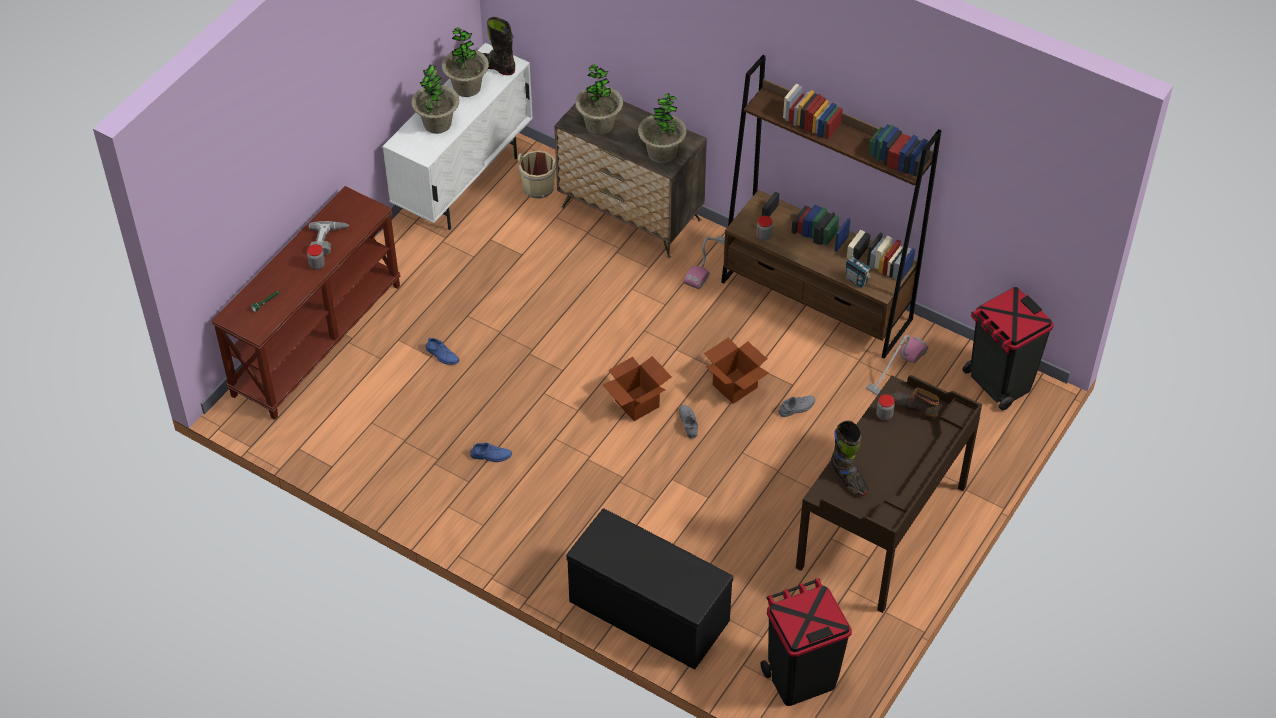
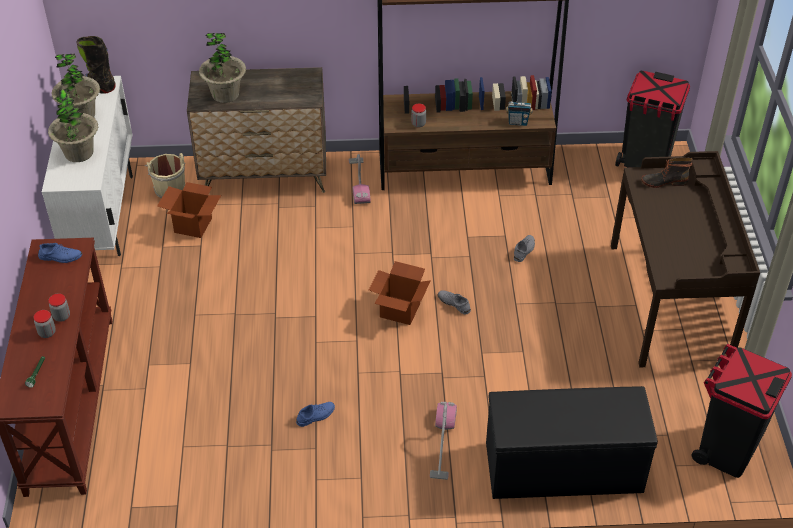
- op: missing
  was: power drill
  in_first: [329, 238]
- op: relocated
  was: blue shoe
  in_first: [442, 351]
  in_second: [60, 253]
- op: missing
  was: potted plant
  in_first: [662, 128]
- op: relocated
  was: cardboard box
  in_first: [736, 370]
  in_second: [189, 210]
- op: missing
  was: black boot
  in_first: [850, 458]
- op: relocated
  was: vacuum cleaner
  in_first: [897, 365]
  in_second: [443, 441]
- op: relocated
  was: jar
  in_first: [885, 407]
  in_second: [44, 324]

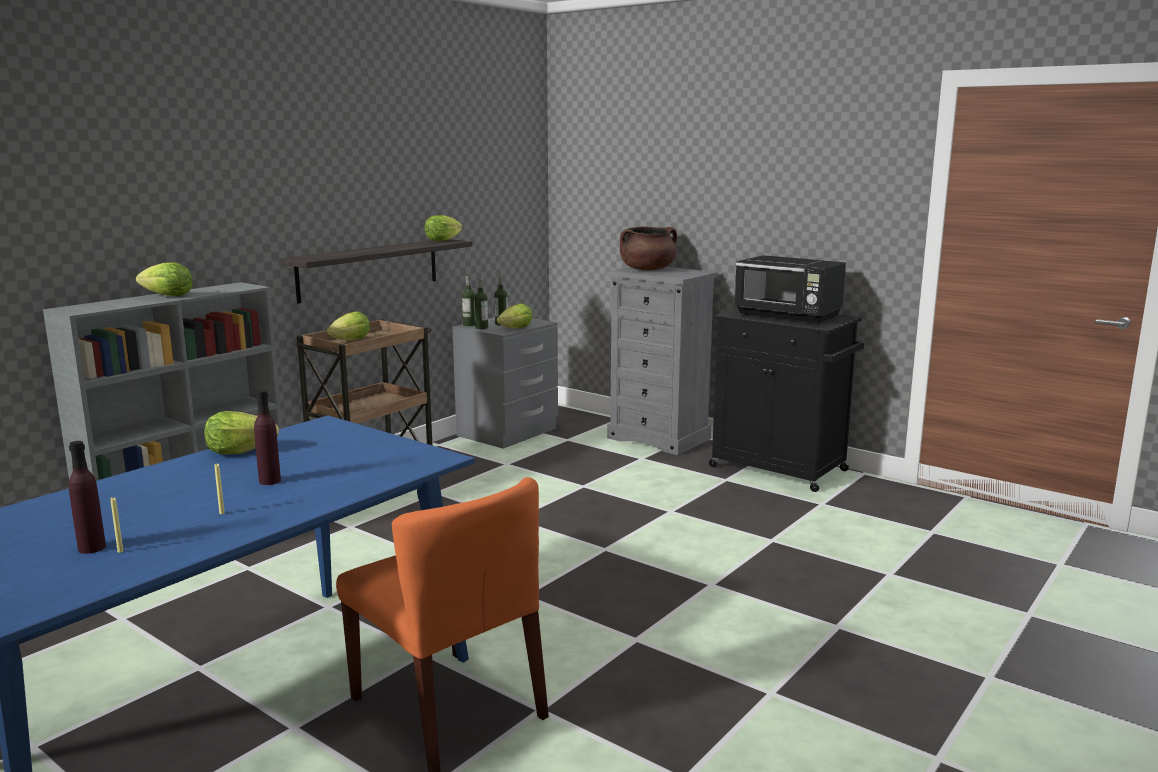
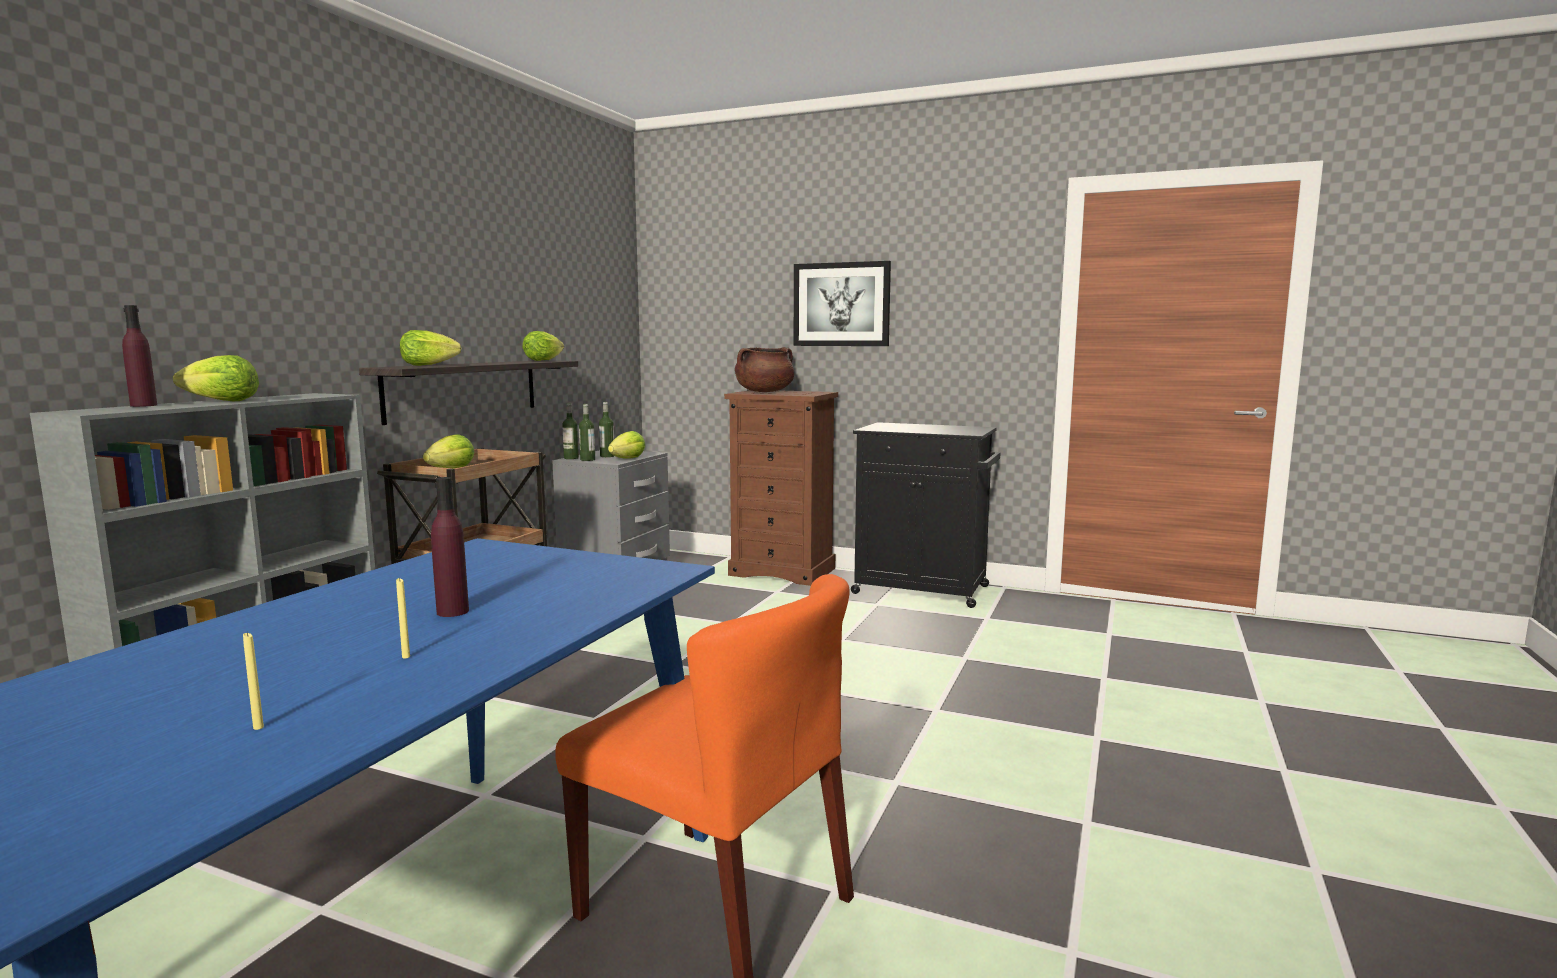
- op: relocated
  was: purple bottle
  in_first: [87, 497]
  in_second: [139, 356]
- op: relocated
  was: lettuce
  in_first: [241, 432]
  in_second: [430, 348]
- op: colour
  was: grey dresser
  now: brown dresser
  in_first: [662, 361]
  in_second: [781, 488]
- op: missing
  was: black microwave
  in_first: [790, 289]
- op: appeared
  now: picture
  in_second: [842, 303]

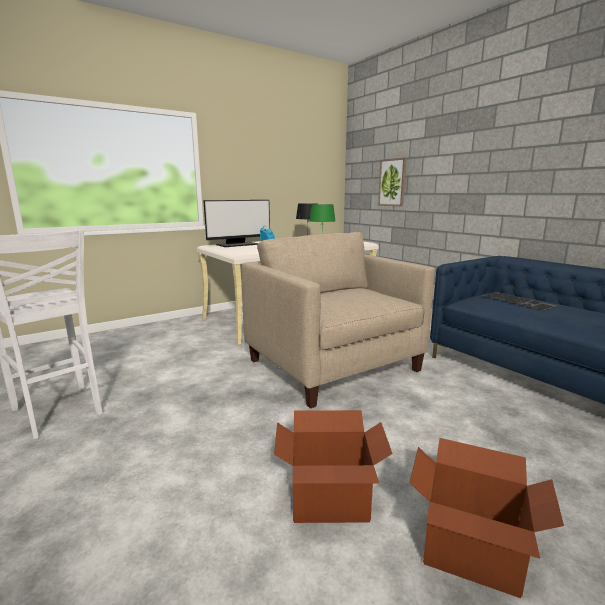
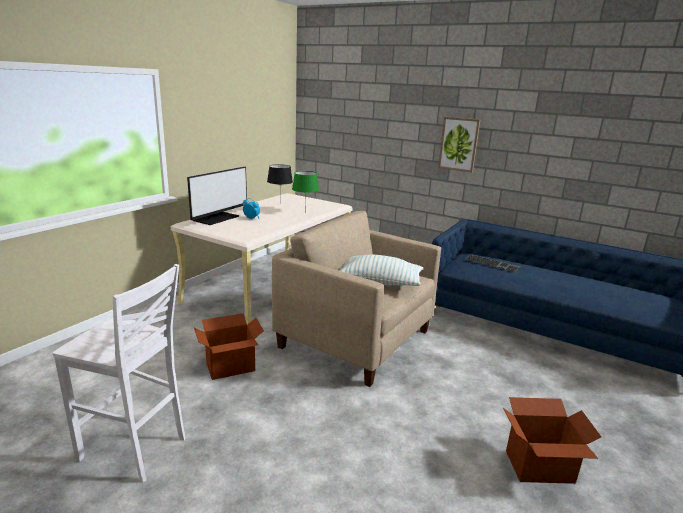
- op: relocated
  was: cardboard box
  in_first: [333, 466]
  in_second: [229, 346]
- op: relocated
  was: picture
  in_first: [392, 182]
  in_second: [459, 144]
- op: appeared
  now: pillow
  in_second: [381, 270]

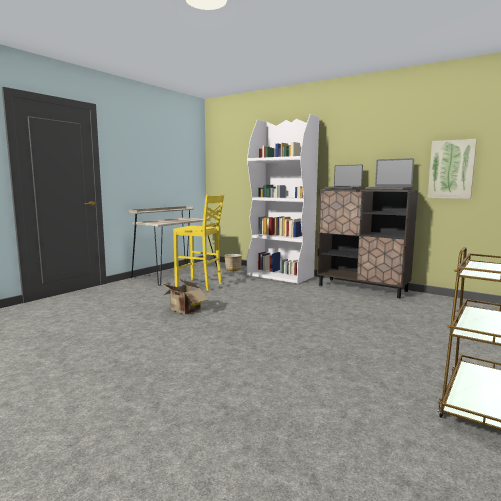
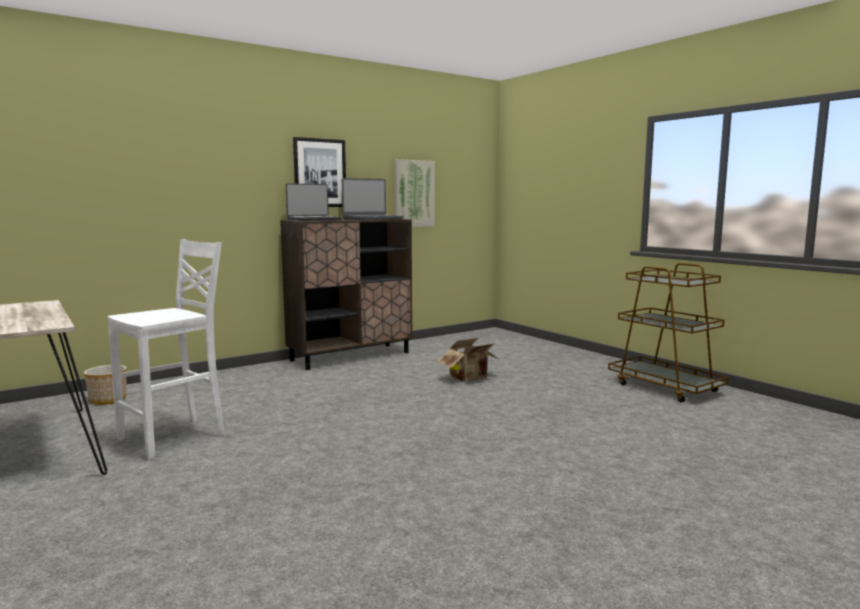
- op: relocated
  was: cardboard box
  in_first: [185, 296]
  in_second: [468, 360]
- op: colour
  was: yellow stool
  now: white stool
  in_first: [198, 242]
  in_second: [166, 349]
- op: missing
  was: white bookcase
  in_first: [283, 199]
- op: appeared
  now: picture
  in_second: [319, 172]

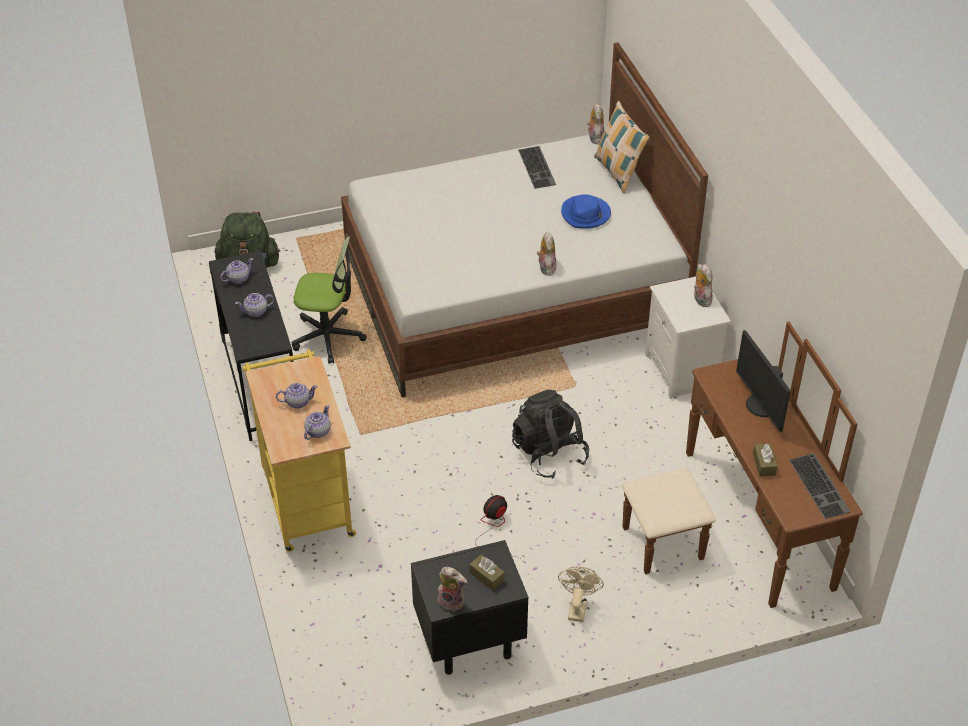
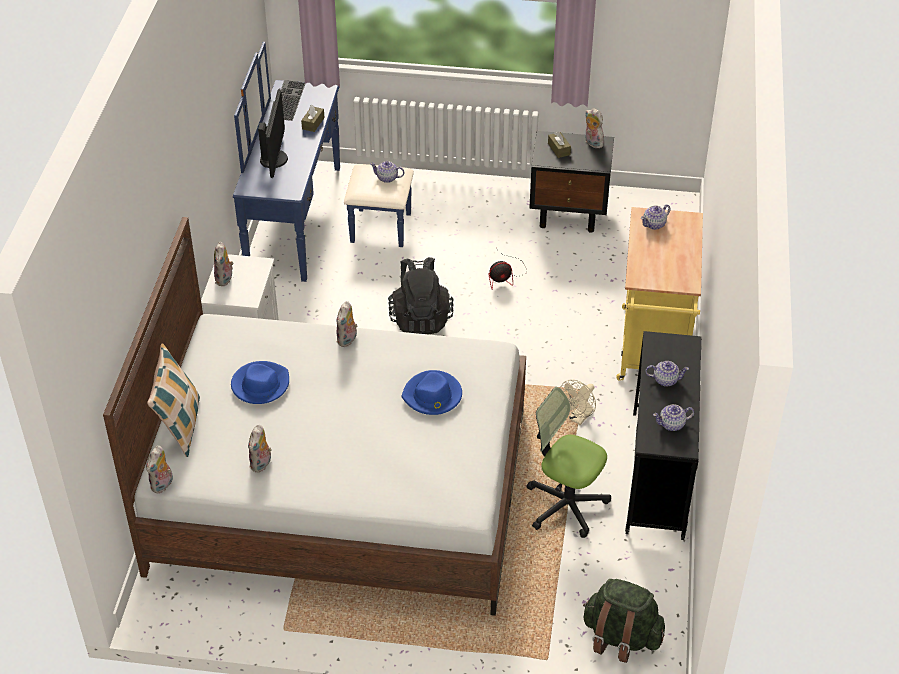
- op: relocated
  was: teapot
  in_first: [297, 395]
  in_second: [387, 172]
- op: exchanged
  was: keyboard
  now: plush toy
  in_first: [537, 167]
  in_second: [260, 449]
- op: relocated
  was: beige fan
  in_first: [581, 594]
  in_second: [578, 402]
- op: colour
  was: brown dresser
  now: blue dresser
  in_first: [742, 465]
  in_second: [323, 162]
- op: appeared
  now: blue hat
  in_second: [432, 392]

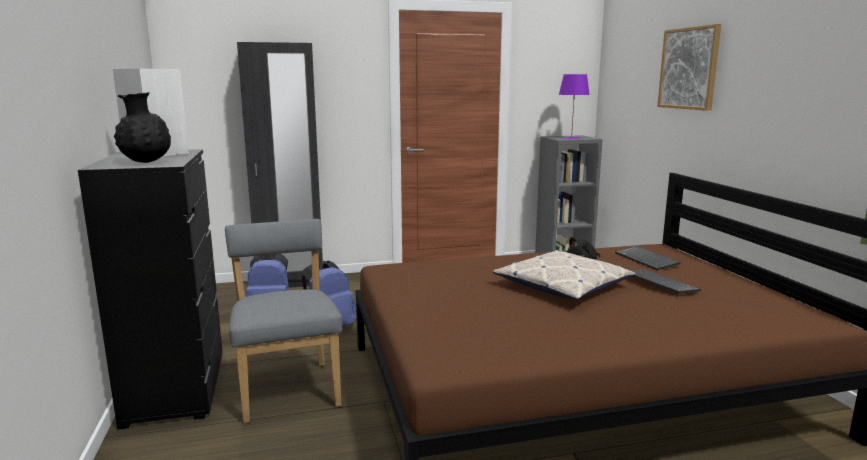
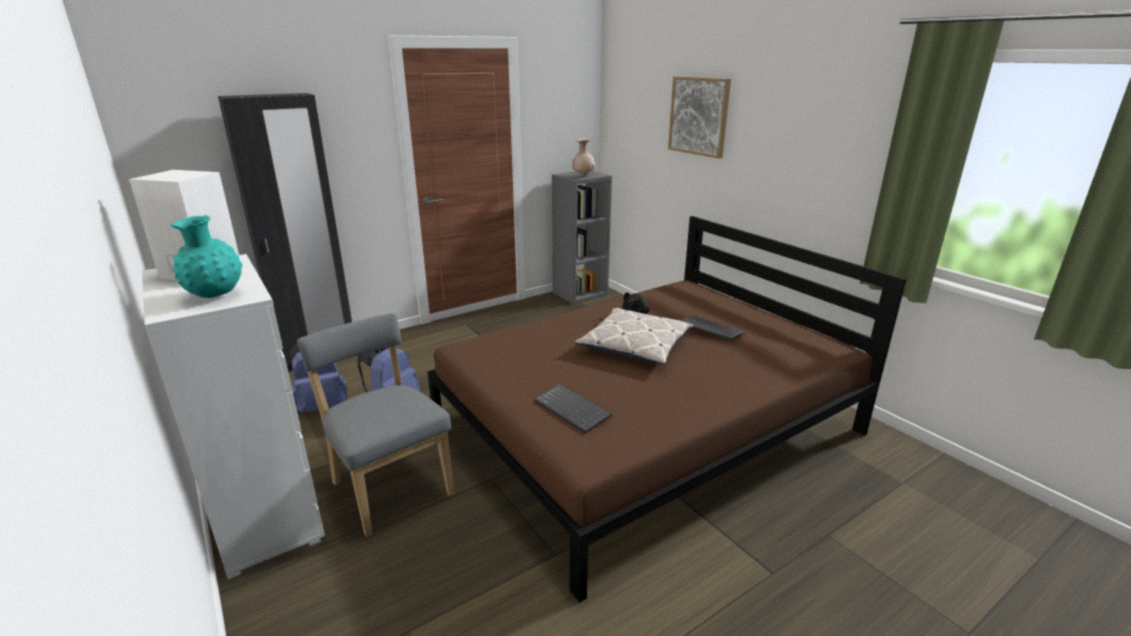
- op: colour
  was: black dresser
  now: white dresser
  in_first: [150, 289]
  in_second: [233, 416]
- op: colour
  was: black vase
  now: turquoise vase
  in_first: [142, 127]
  in_second: [207, 256]
- op: exchanged
  was: purple table lamp
  now: beige vase
  in_first: [574, 106]
  in_second: [583, 157]
- op: relocated
  was: keyboard
  in_first: [648, 258]
  in_second: [573, 408]

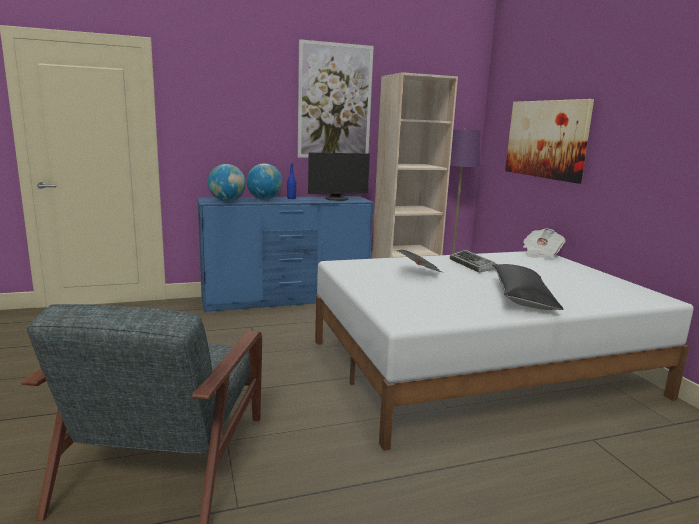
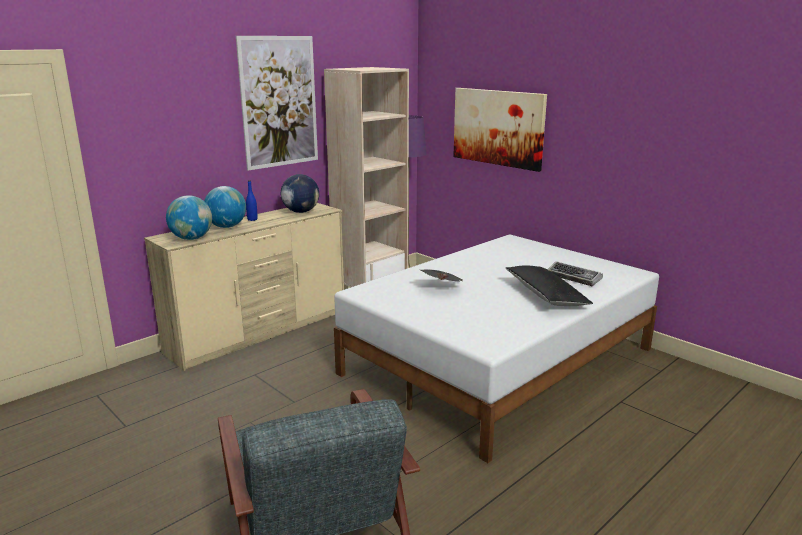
- op: colour
  was: blue dresser
  now: beige dresser
  in_first: [285, 254]
  in_second: [244, 287]
- op: exchanged
  was: monitor
  now: globe
  in_first: [339, 177]
  in_second: [300, 193]
- op: relocated
  was: keyboard
  in_first: [473, 261]
  in_second: [575, 273]
- op: missing
  was: newspaper
  in_first: [544, 243]

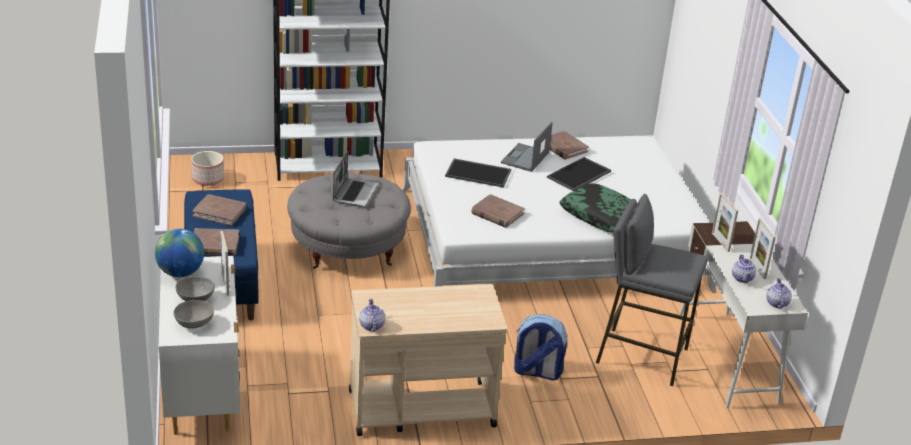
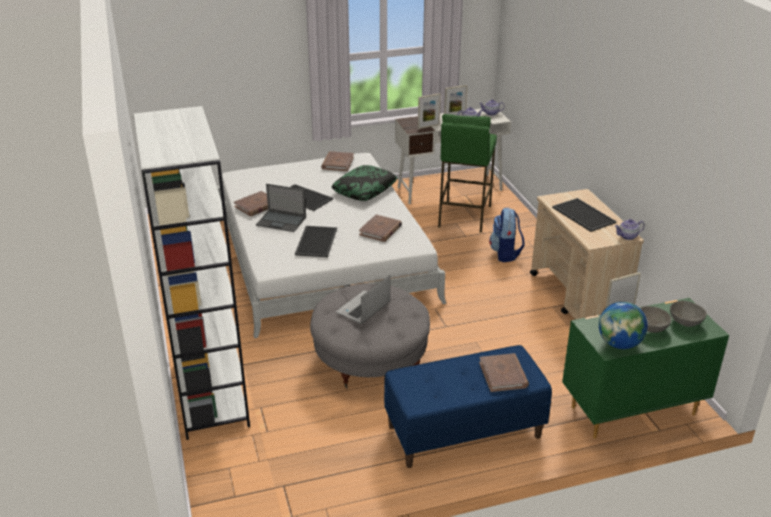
- op: colour
  was: white dresser
  now: green dresser
  in_first: [199, 345]
  in_second: [645, 368]
- op: missing
  was: planter
  in_first: [207, 168]
- op: relocated
  was: brown book
  in_first: [219, 210]
  in_second: [337, 161]
- op: spun
  was: laptop
  in_first: [355, 179]
  in_second: [363, 299]
  clockwise: -60
- op: colour
  was: grey stool
  now: green stool
  in_first: [652, 290]
  in_second: [467, 173]
- op: appeared
  now: tray
  in_second: [584, 215]

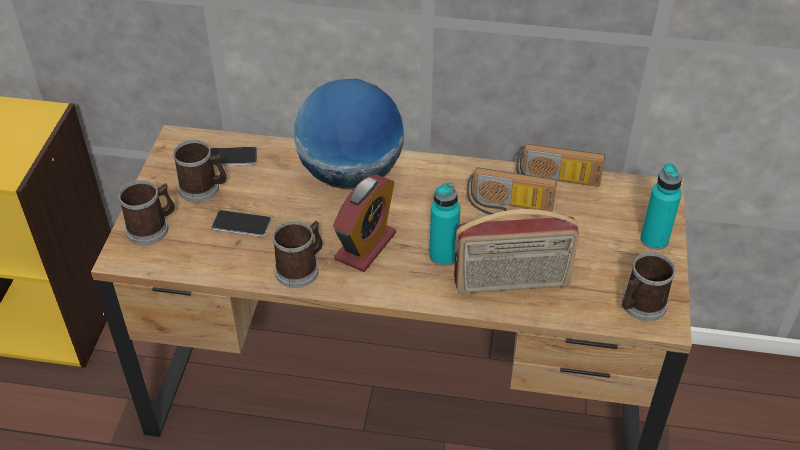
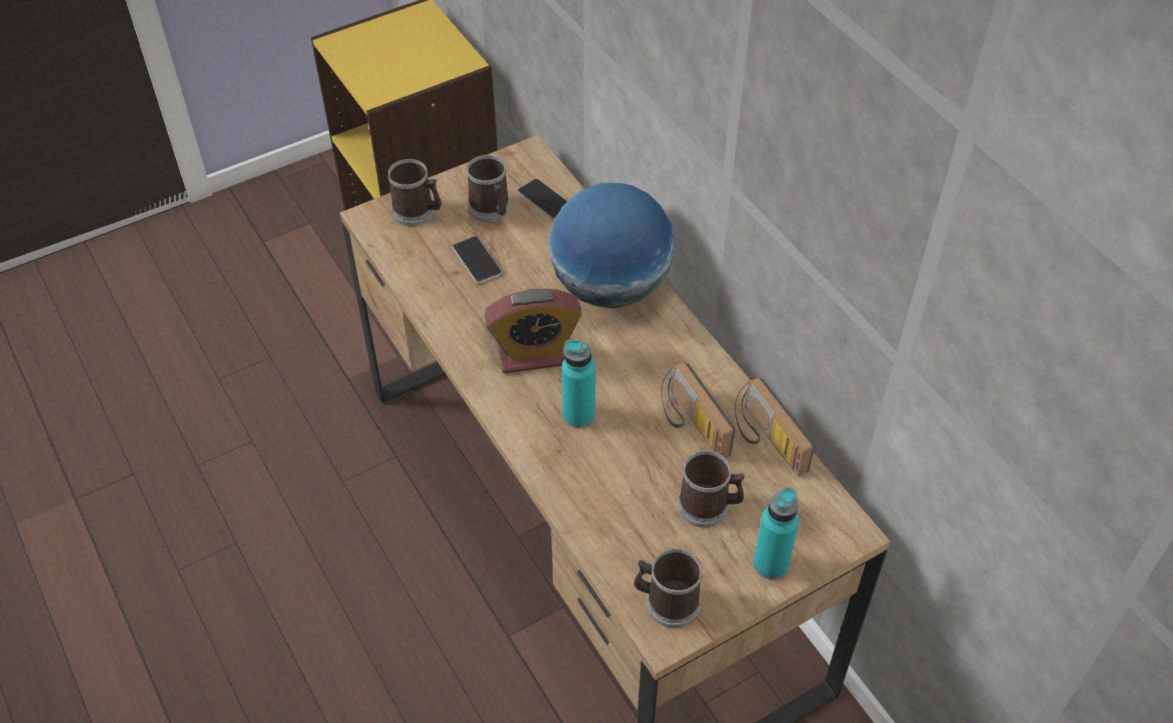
- op: relocated
  was: mug
  in_first: [297, 254]
  in_second: [711, 489]
- op: missing
  was: radio
  in_first: [516, 251]

